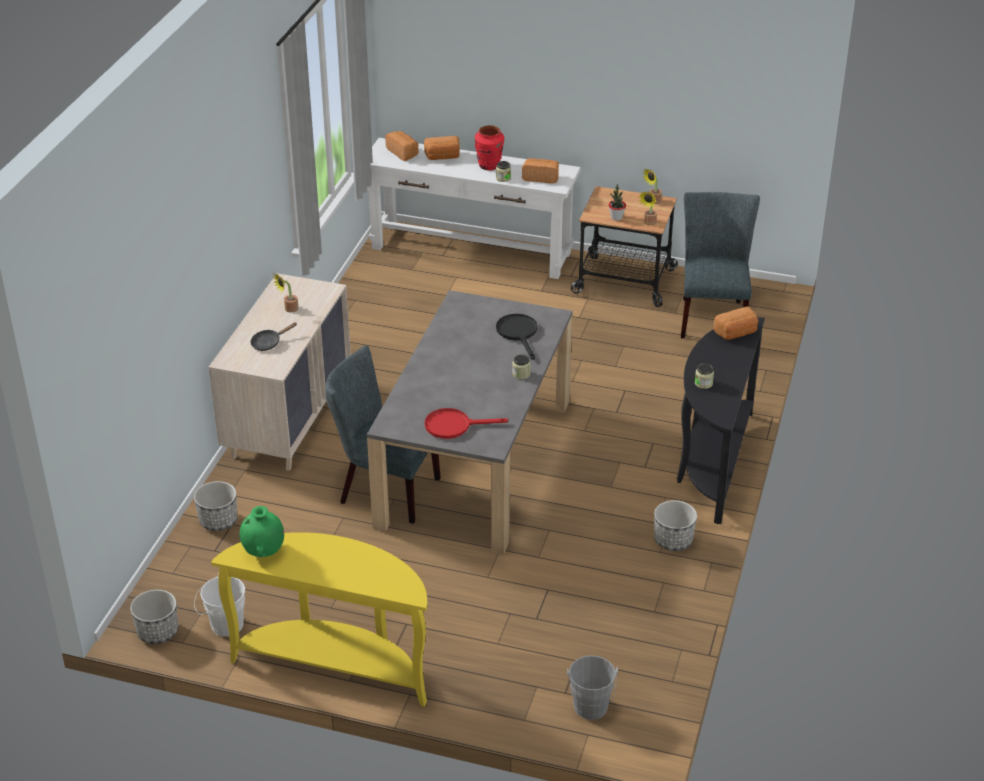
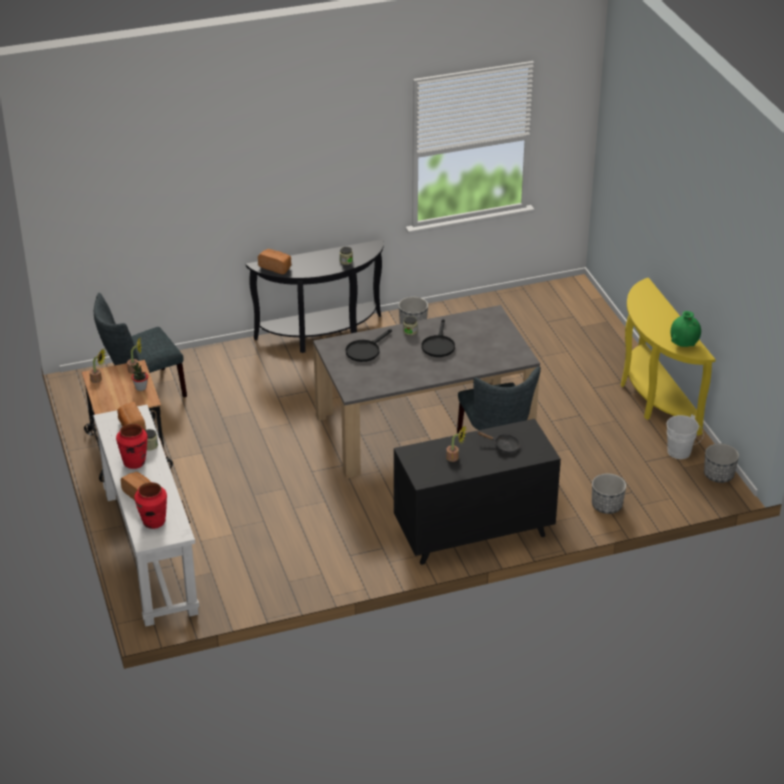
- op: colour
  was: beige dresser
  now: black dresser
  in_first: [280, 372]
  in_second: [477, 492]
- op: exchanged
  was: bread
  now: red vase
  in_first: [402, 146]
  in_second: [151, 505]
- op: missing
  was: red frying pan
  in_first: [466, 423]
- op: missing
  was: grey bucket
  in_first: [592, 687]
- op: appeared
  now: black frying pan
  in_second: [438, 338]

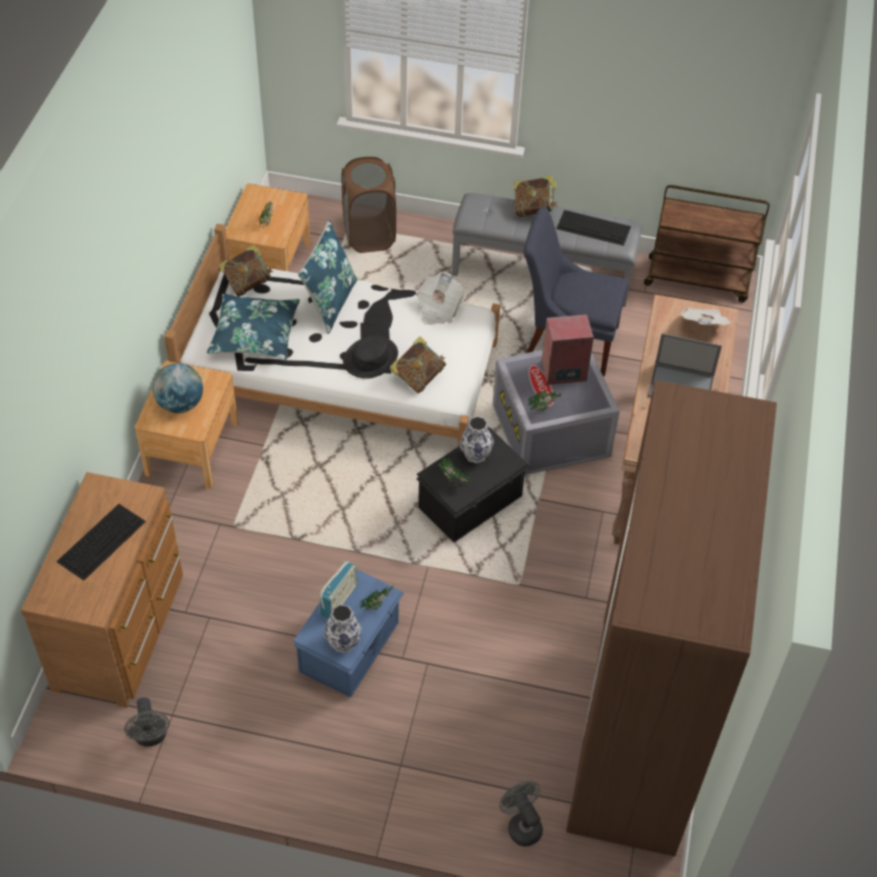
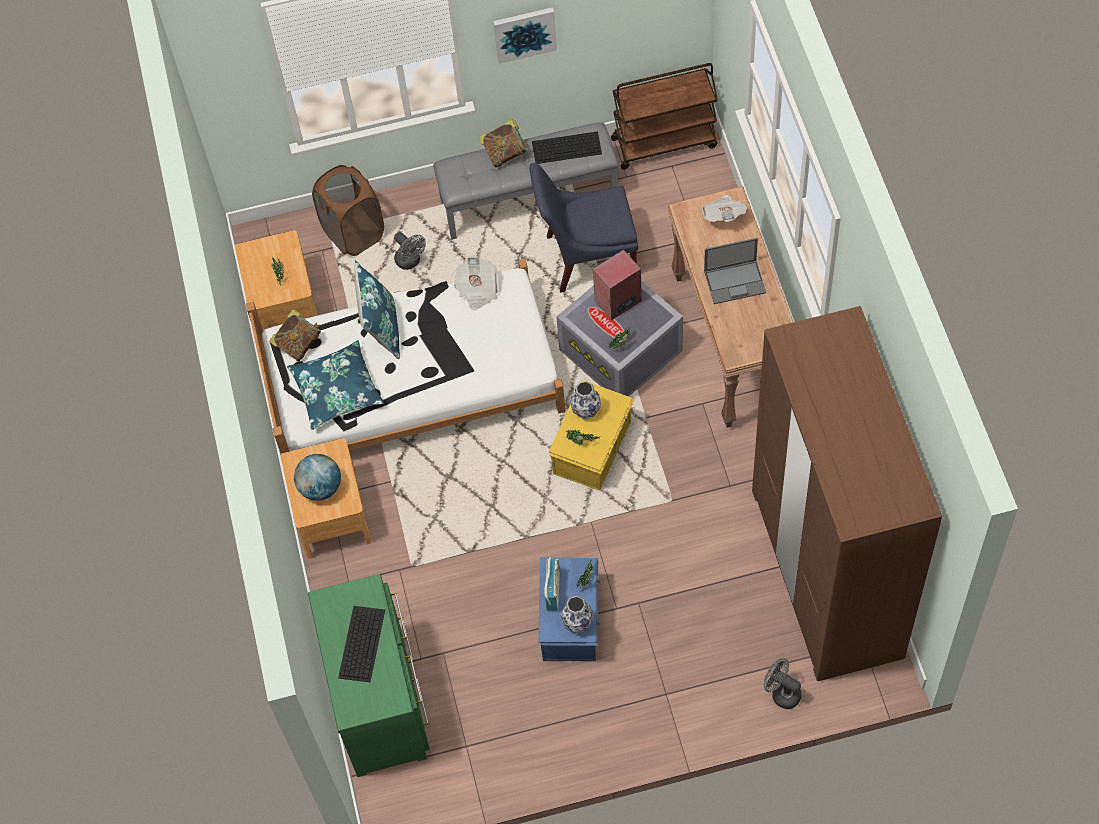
- op: colour
  was: brown dresser
  now: green dresser
  in_first: [102, 590]
  in_second: [369, 675]
- op: relocated
  was: grey fan
  in_first: [146, 722]
  in_second: [410, 251]
- op: missing
  was: black hat
  in_first: [370, 357]
- op: missing
  was: book
  in_first: [418, 364]
- op: colour
  was: black storage box
  now: yellow storage box
  in_first: [473, 485]
  in_second: [591, 435]
- op: appeared
  now: picture
  in_second: [525, 35]

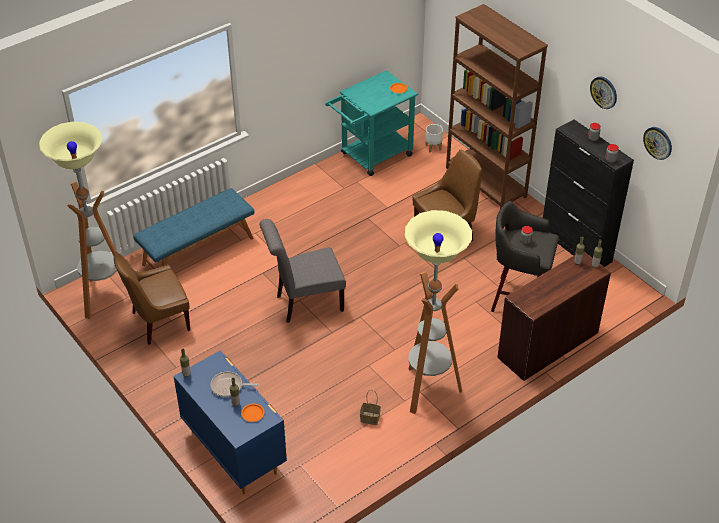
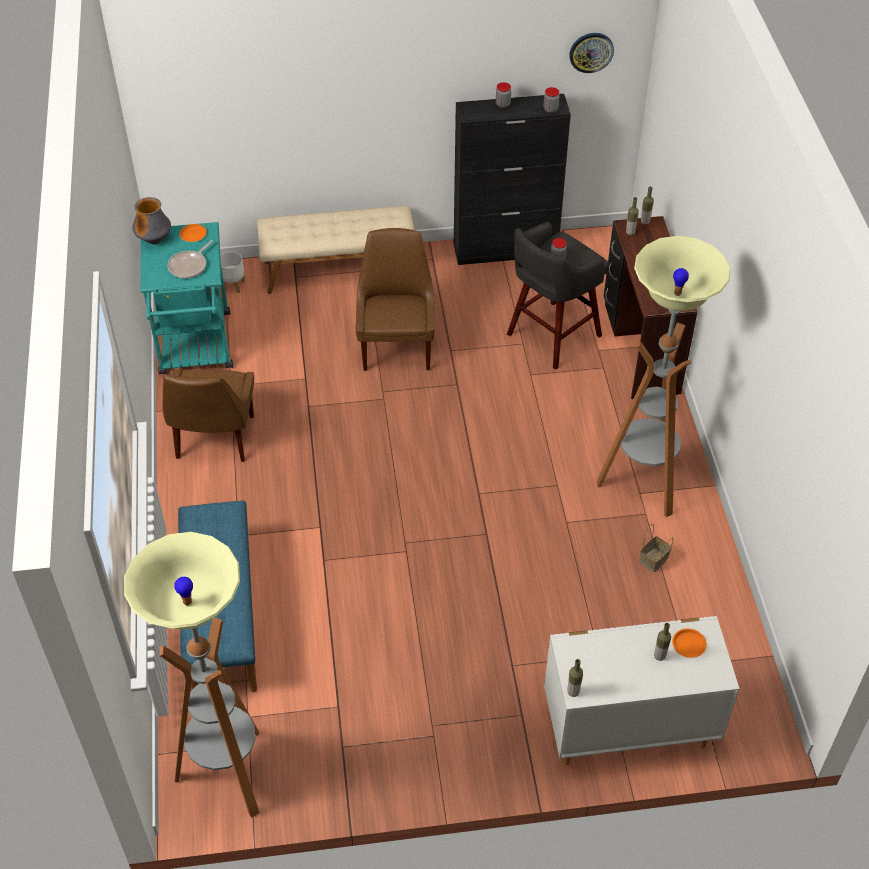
- op: relocated
  was: brown chair
  in_first: [152, 298]
  in_second: [208, 415]
- op: colour
  was: blue dresser
  now: white dresser
  in_first: [230, 422]
  in_second: [642, 690]
- op: relocated
  was: frying pan
  in_first: [234, 384]
  in_second: [190, 259]
- op: missing
  was: grey chair
  in_first: [303, 271]
- op: exchanged
  was: brown bookcase
  now: beige bench
  in_first: [497, 106]
  in_second: [335, 250]
- op: missing
  was: wall clock
  in_first: [603, 93]
- op: appeared
  now: vase
  in_second: [151, 220]

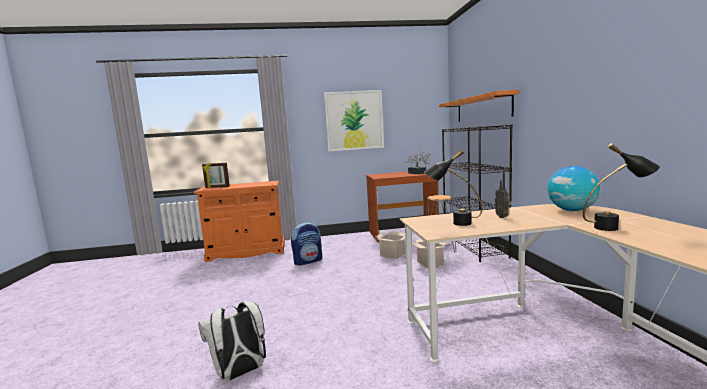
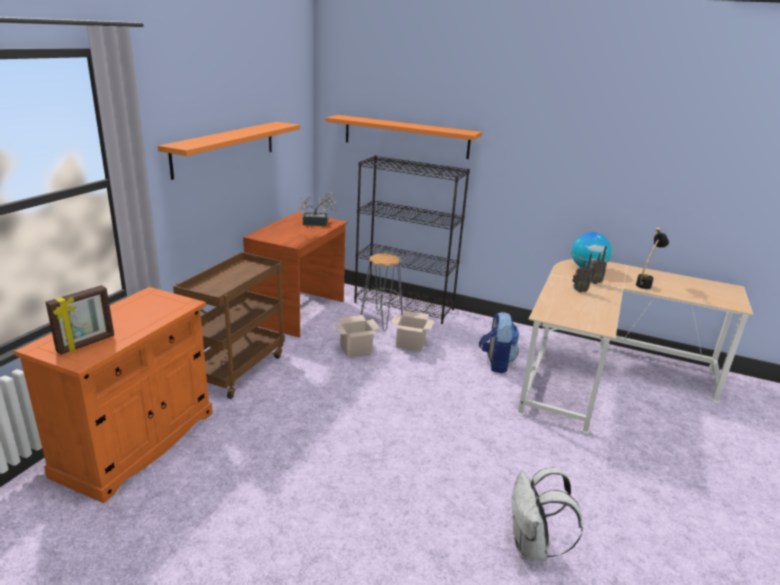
- op: relocated
  was: backpack
  in_first: [306, 243]
  in_second: [499, 342]
- op: exchanged
  was: picture
  now: orange shelf
  in_first: [354, 121]
  in_second: [229, 151]
- op: missing
  was: black table lamp
  in_first: [453, 188]
- op: appeared
  now: brown cart
  in_second: [229, 325]
- op: appeared
  now: radio
  in_second: [598, 265]

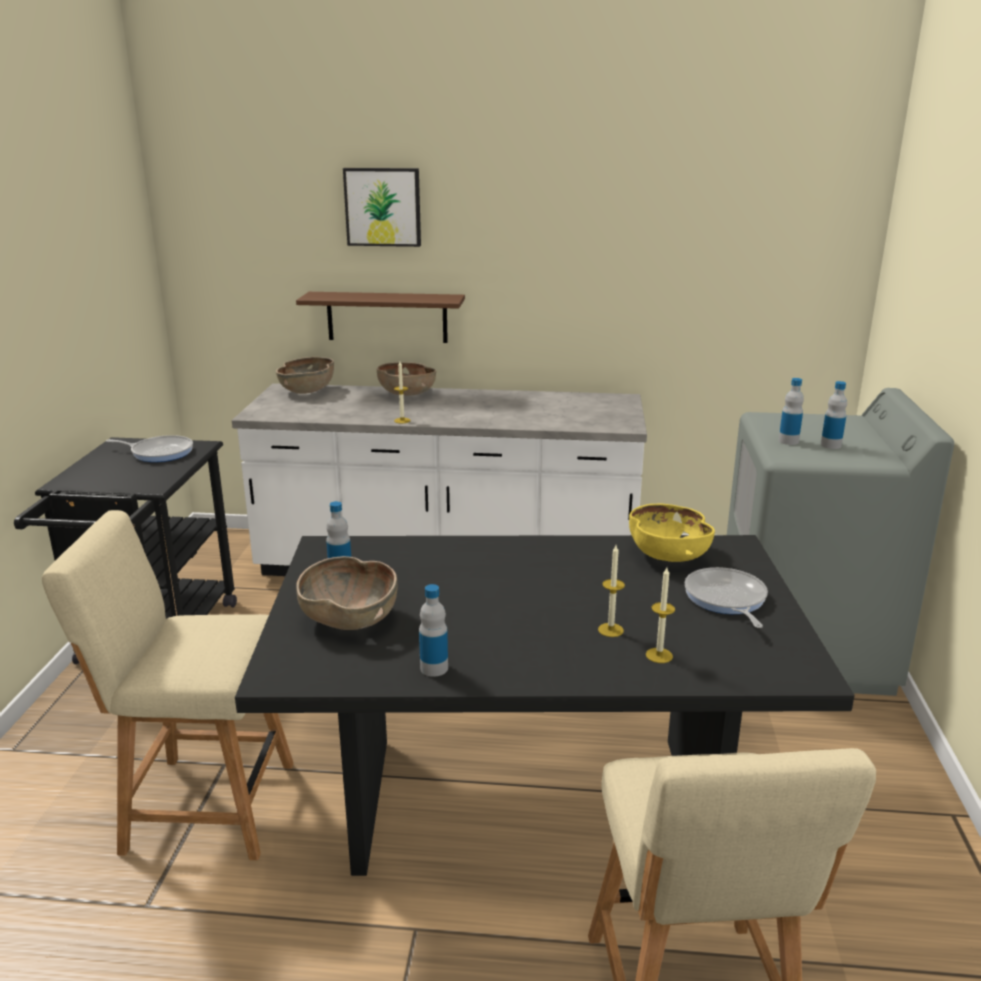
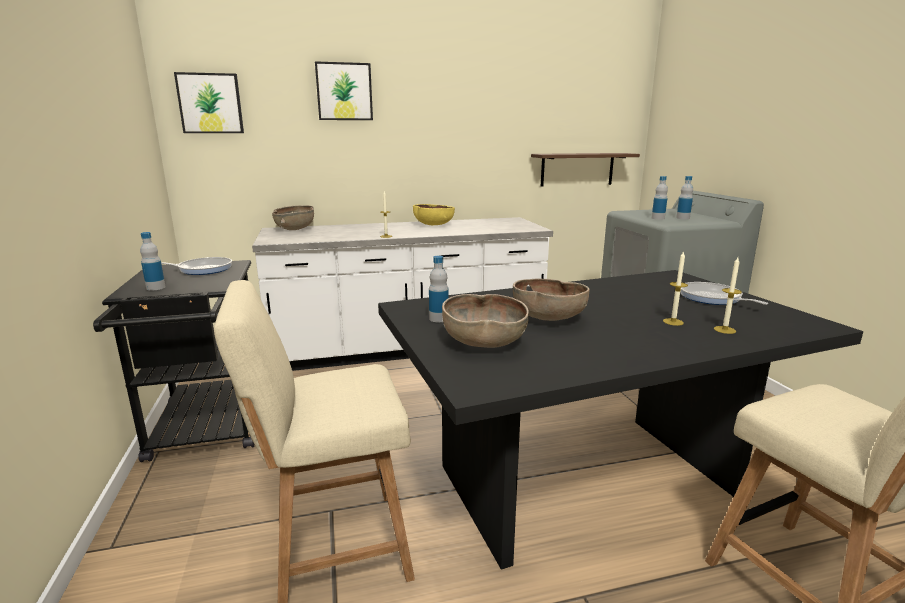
- op: relocated
  was: brown shelf
  in_first: [380, 317]
  in_second: [585, 169]
- op: relocated
  was: brown bowl
  in_first: [406, 379]
  in_second: [551, 300]
- op: relocated
  was: bottle
  in_first: [433, 630]
  in_second: [153, 261]
- op: relocated
  was: yellow bowl
  in_first: [672, 532]
  in_second: [434, 214]
- op: appeared
  now: picture
  in_second: [209, 102]

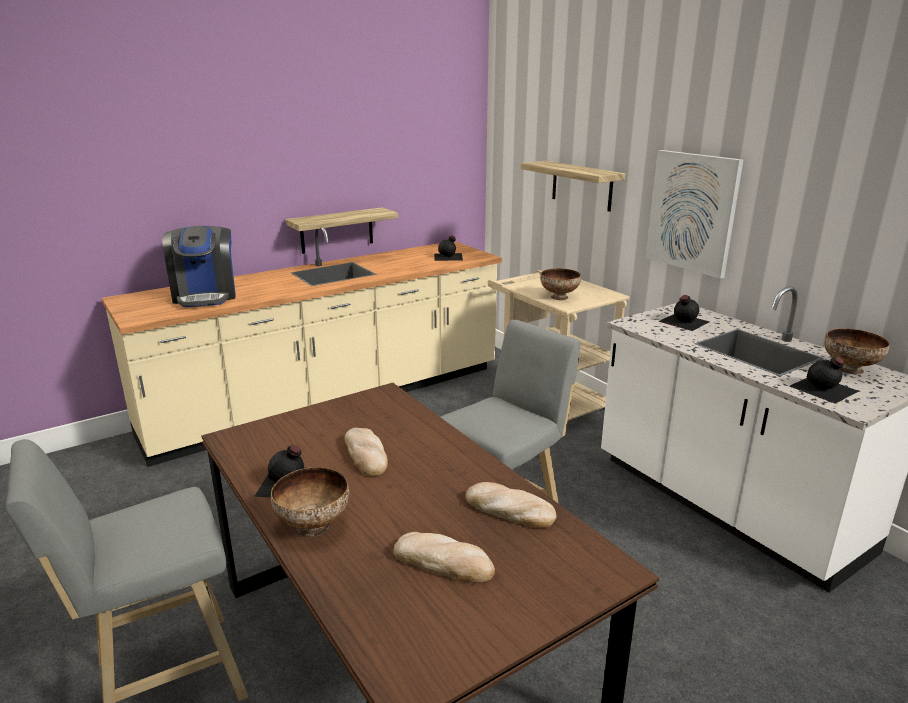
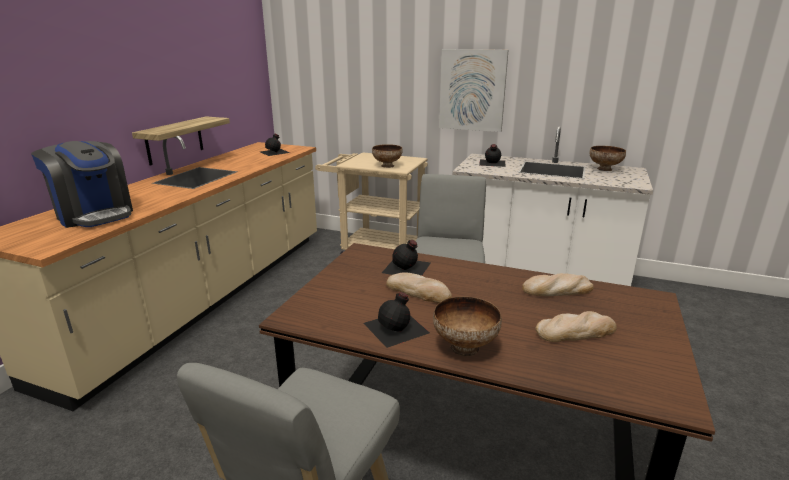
- op: missing
  was: shelf
  in_first: [573, 186]
- op: relocated
  was: black bottle
  in_first: [824, 380]
  in_second: [406, 258]

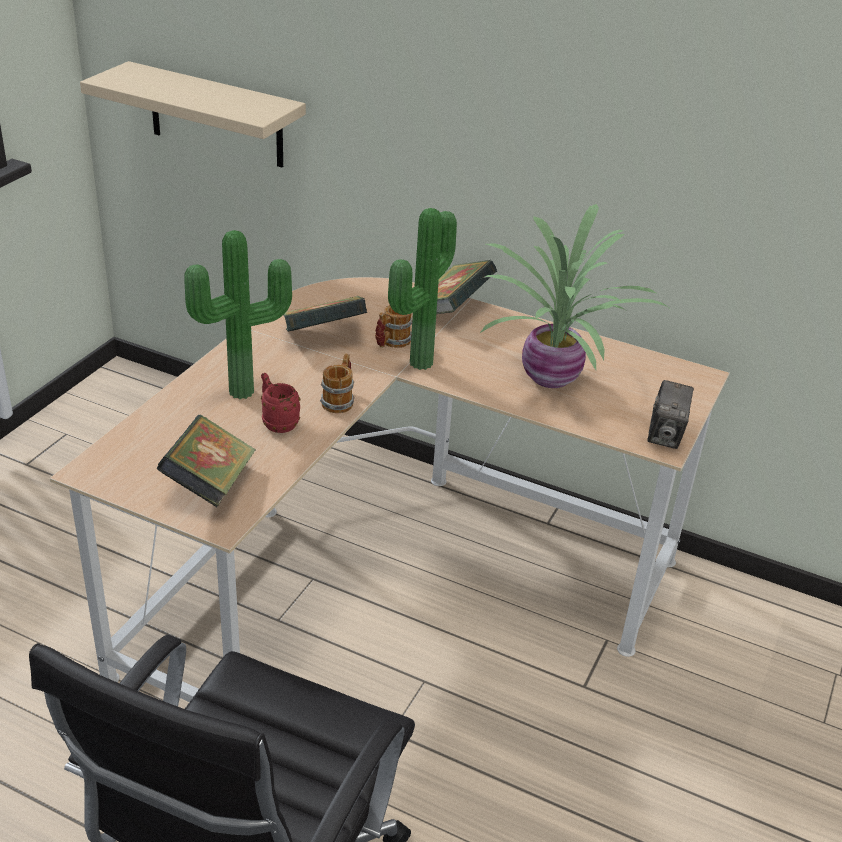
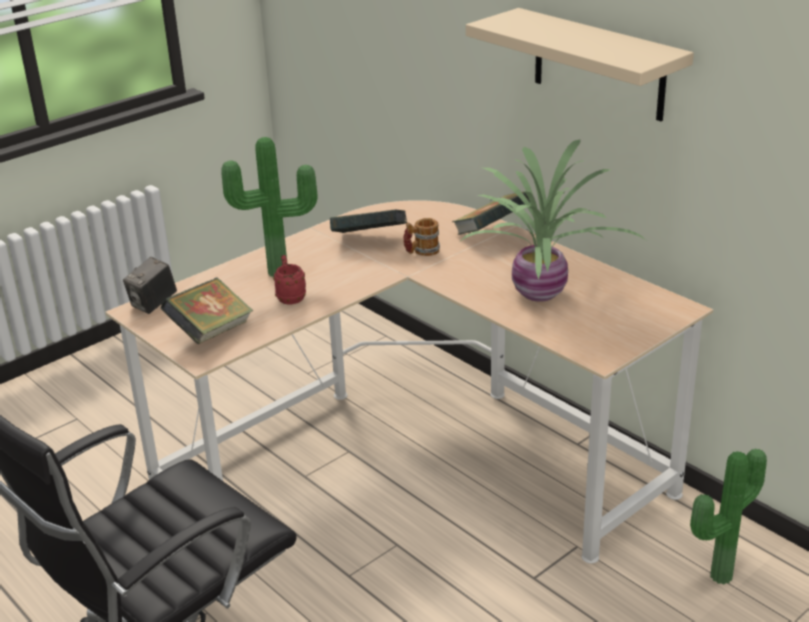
- op: relocated
  was: beige shelf
  in_first: [193, 114]
  in_second: [580, 64]
- op: missing
  was: mug
  in_first: [337, 383]
- op: relocated
  was: potted plant
  in_first: [422, 289]
  in_second: [728, 517]
- op: relocated
  was: photo camera
  in_first: [670, 414]
  in_second: [150, 285]

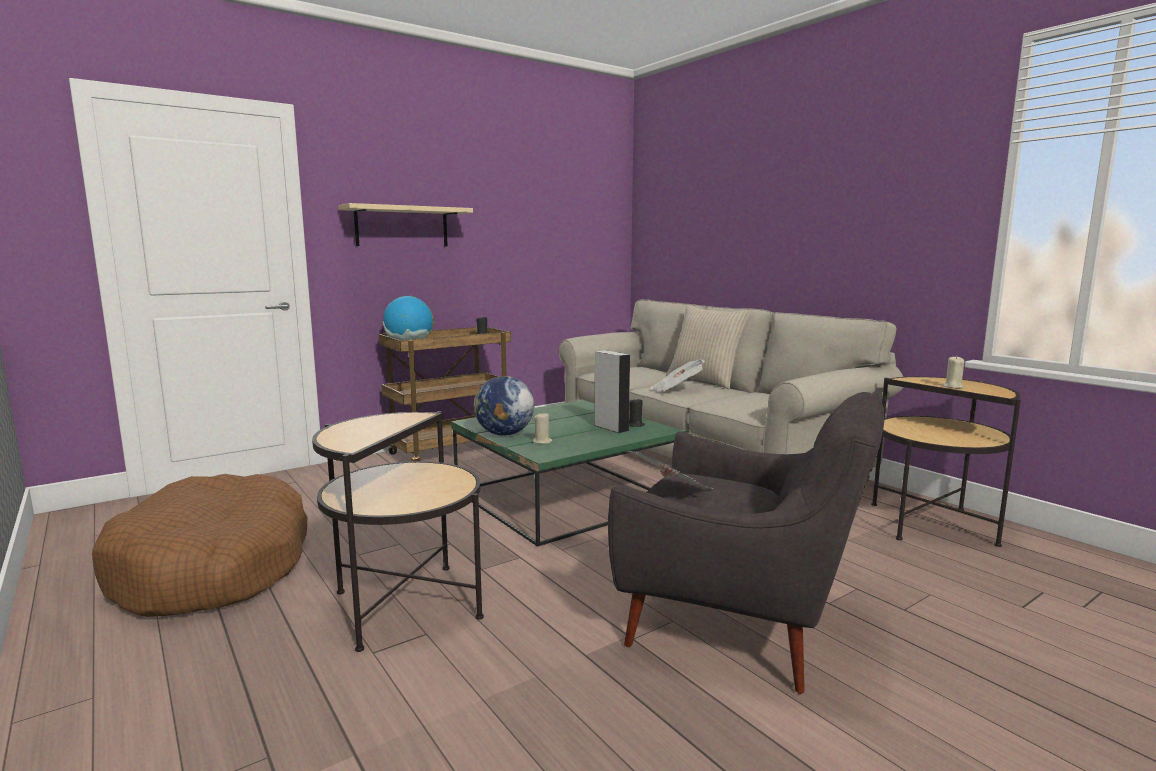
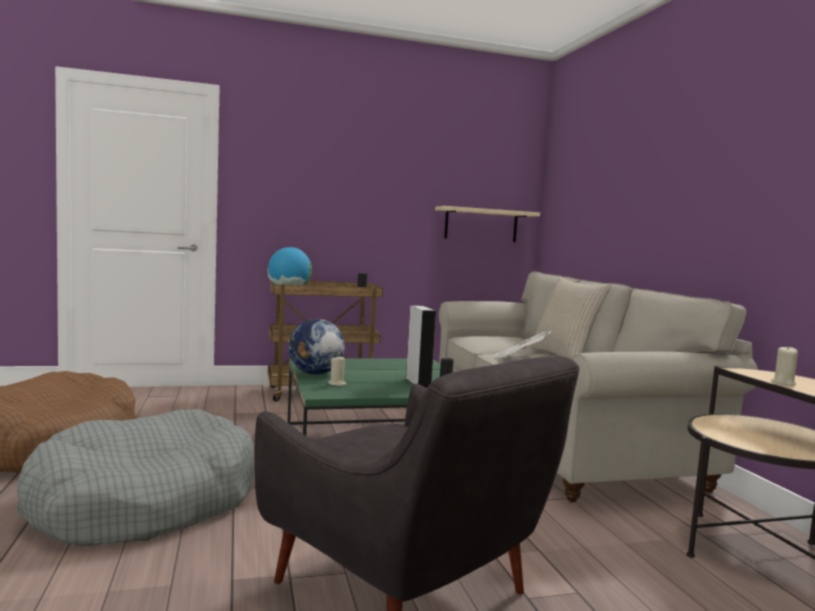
- op: exchanged
  was: side table
  now: grey dog bed
  in_first: [398, 531]
  in_second: [135, 478]
- op: relocated
  was: beige shelf
  in_first: [405, 224]
  in_second: [487, 224]
- op: missing
  was: newspaper
  in_first: [667, 469]

